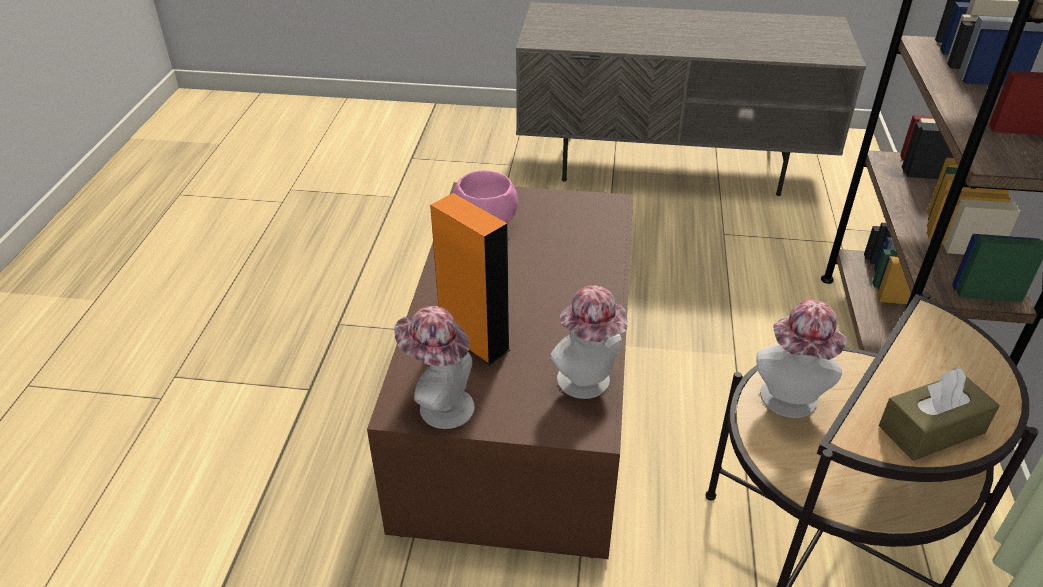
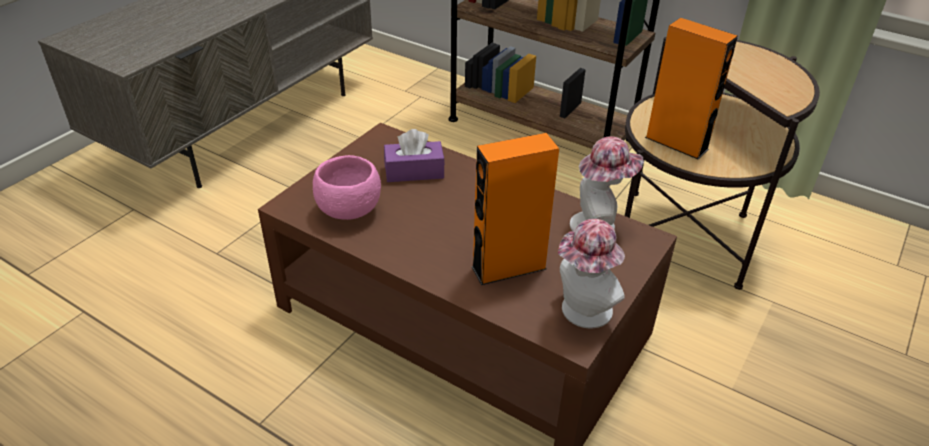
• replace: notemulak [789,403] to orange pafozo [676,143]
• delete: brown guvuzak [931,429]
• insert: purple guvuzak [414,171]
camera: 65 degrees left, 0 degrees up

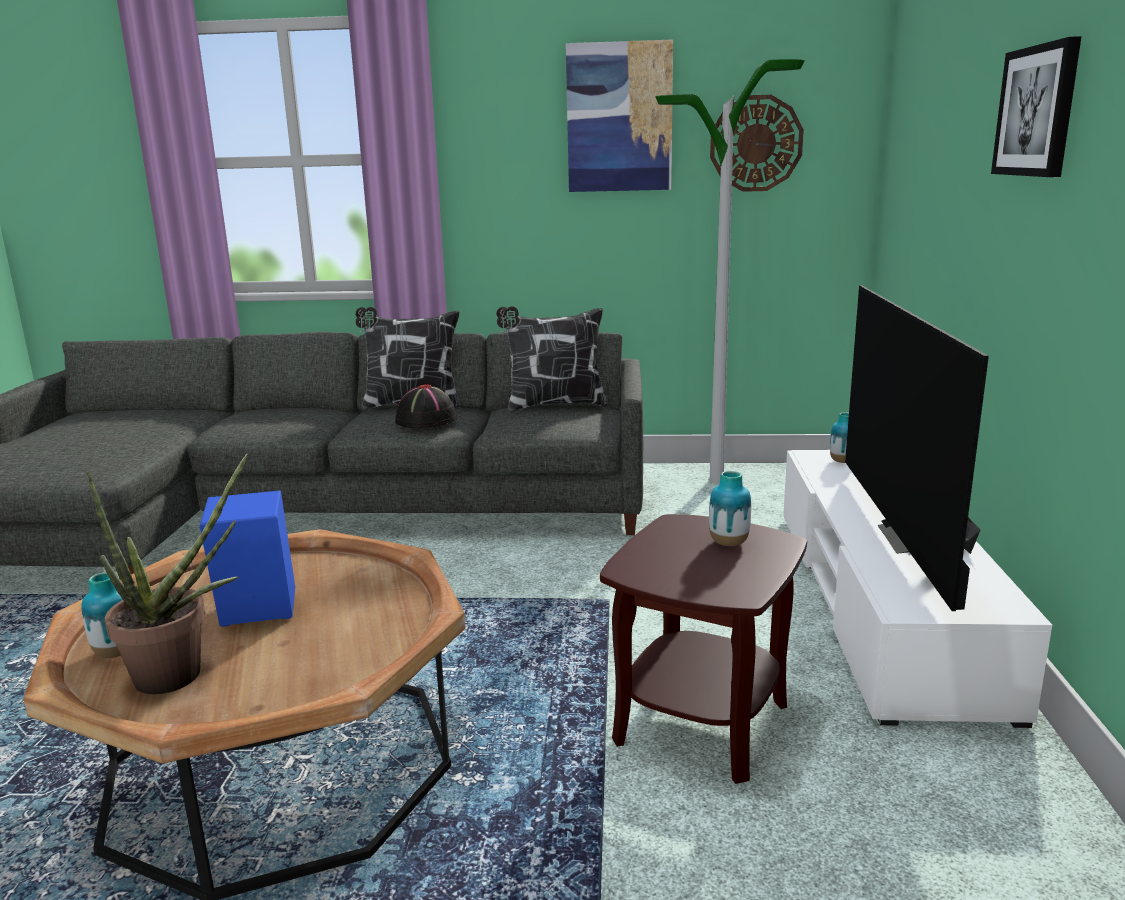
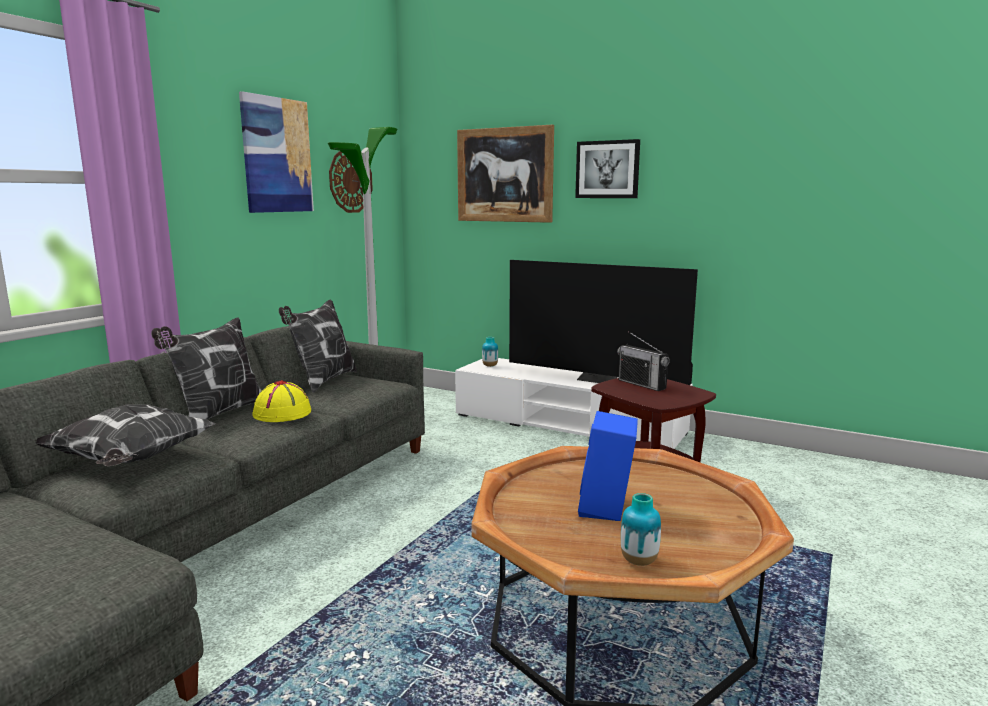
• recolor: black notemulak [425,420] to yellow notemulak [283,414]
• delete: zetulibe [183,676]
• replace: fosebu [728,543] to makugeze [642,384]
• insert: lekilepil [504,175]
• insert: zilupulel [131,461]
camera: 65 degrees left, 5 degrees down

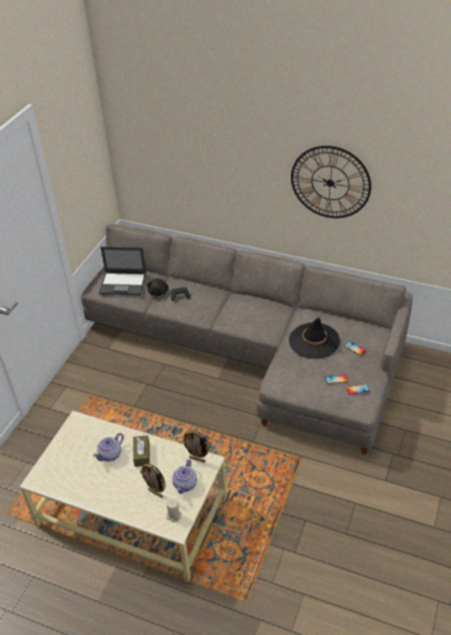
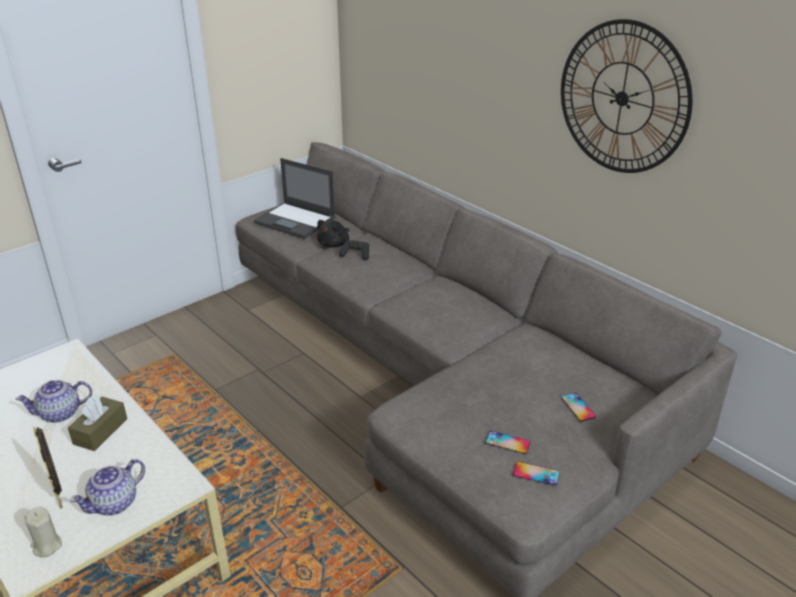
• delete: black notemulak [314,341]
• delete: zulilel [197,459]
camera: 25 degrees right, 10 degrees down

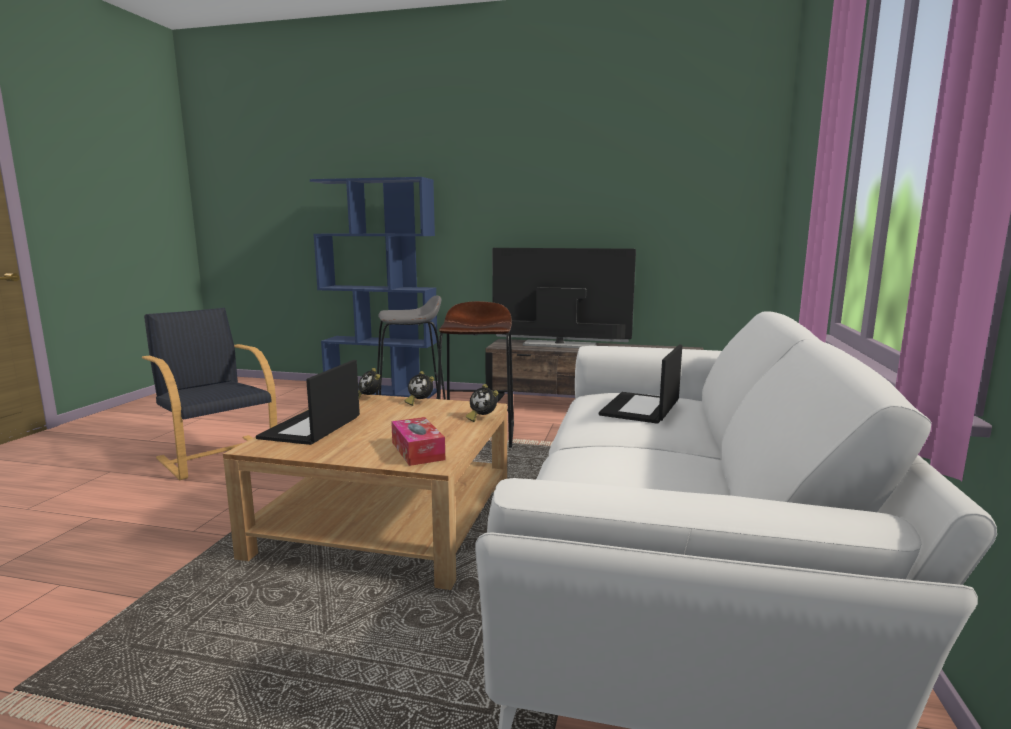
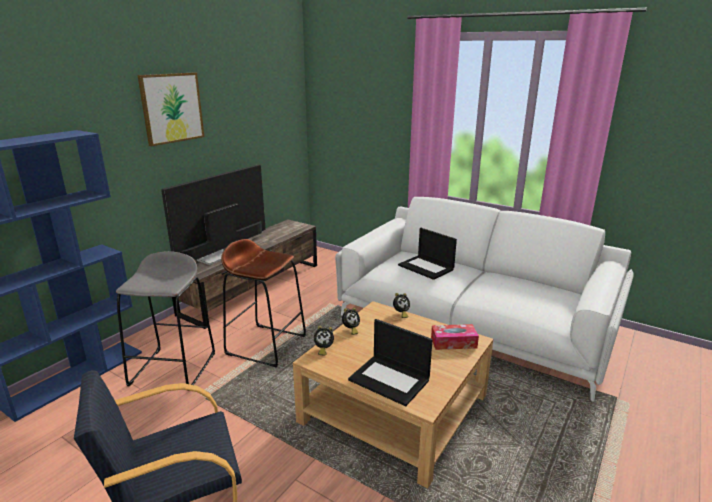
• insert: lekilepil [172,108]
camera: 70 degrees left, 10 degrees up

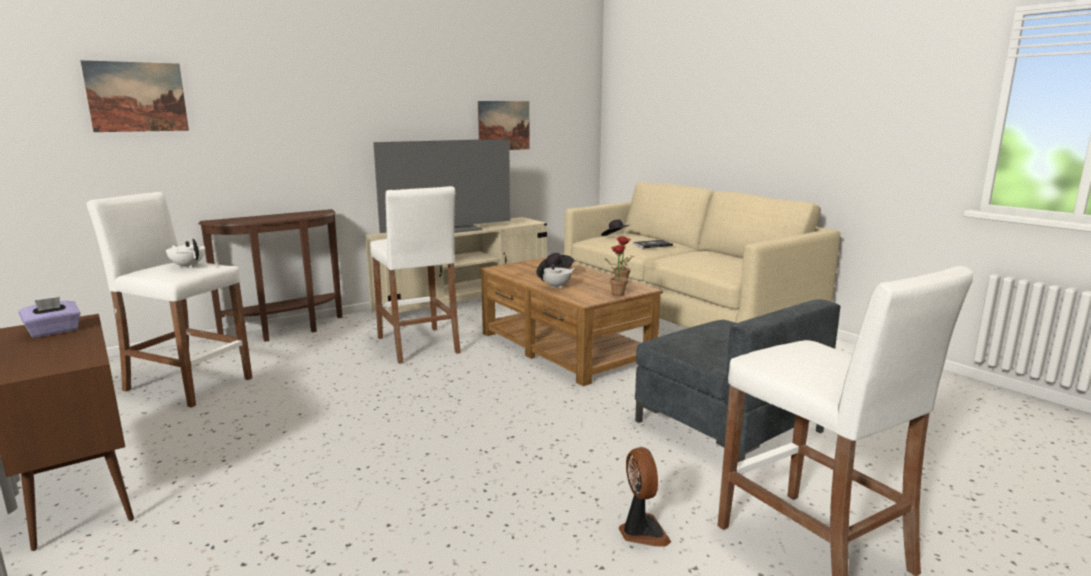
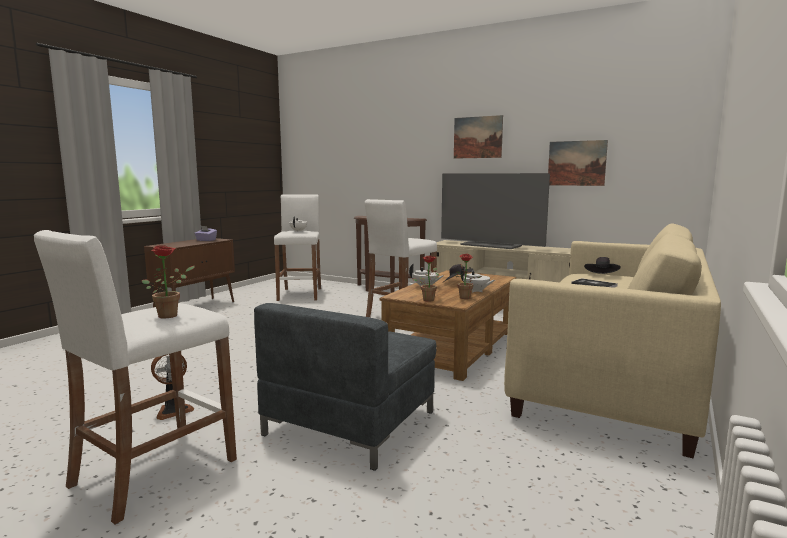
• move: lekilepil [137,97] to [477,137]
• insert: zetulibe [171,315]
• insert: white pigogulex [476,291]
camera: 65 degrees right, 5 degrees down

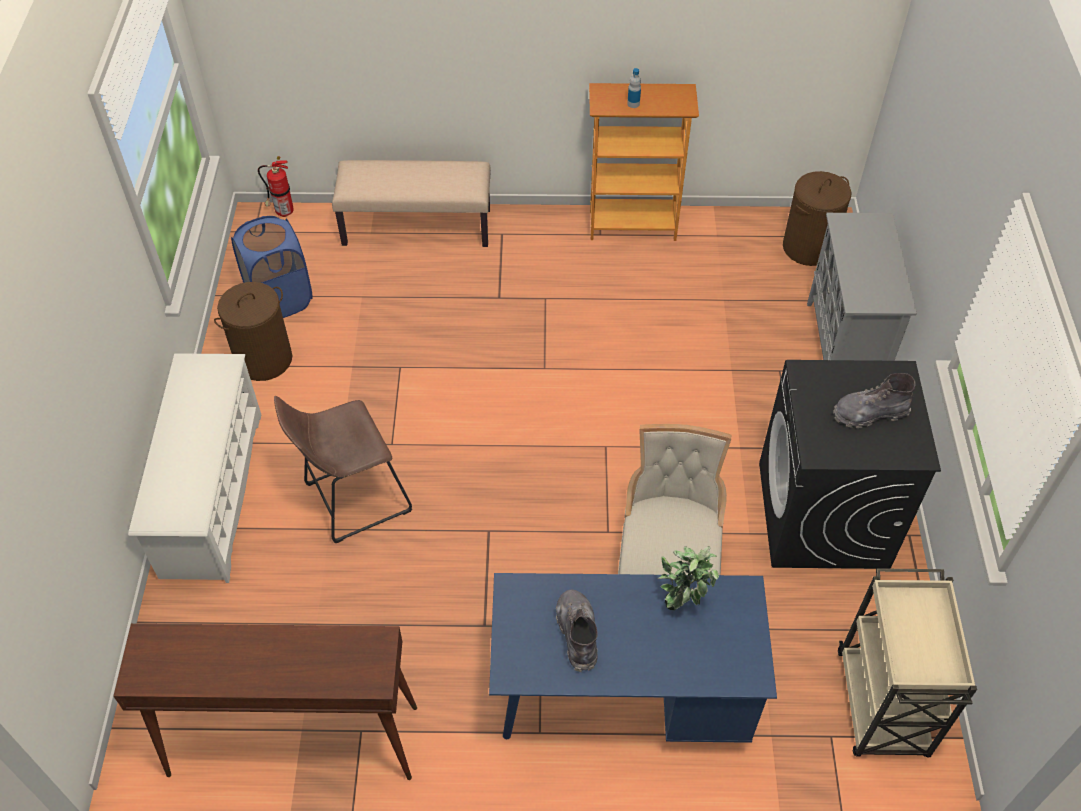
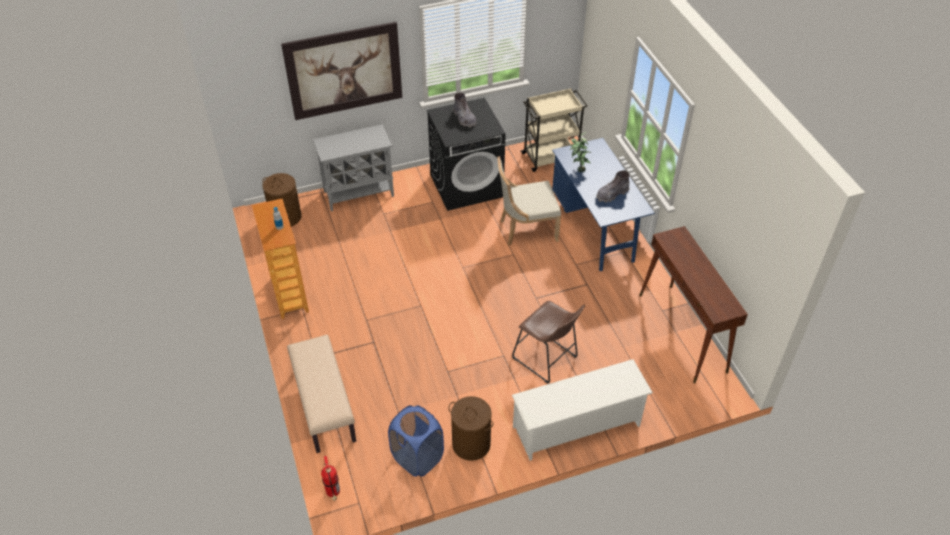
• insert: lekilepil [344,71]
camera: 110 degrees left, 5 degrees down

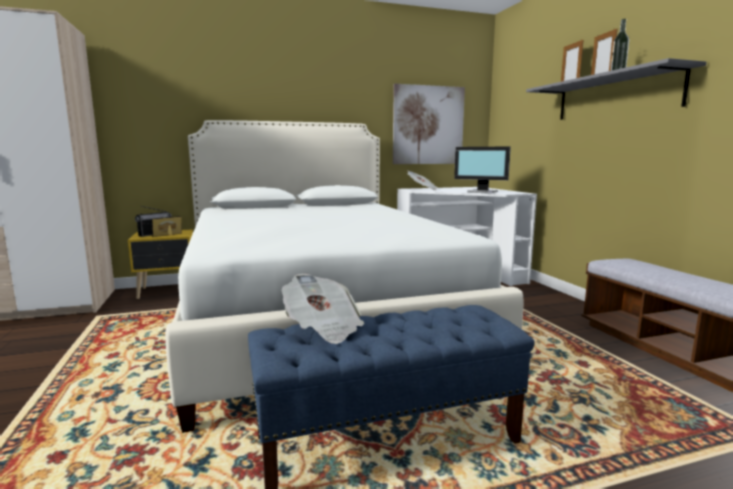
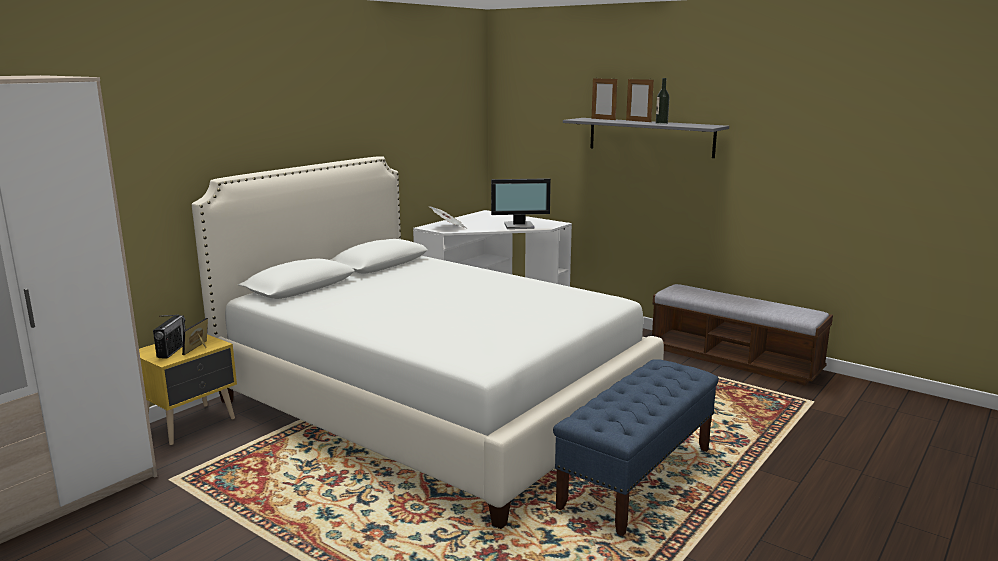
• delete: lekilepil [428,125]
• delete: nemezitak [323,328]
camera: 35 degrees left, 5 degrees up

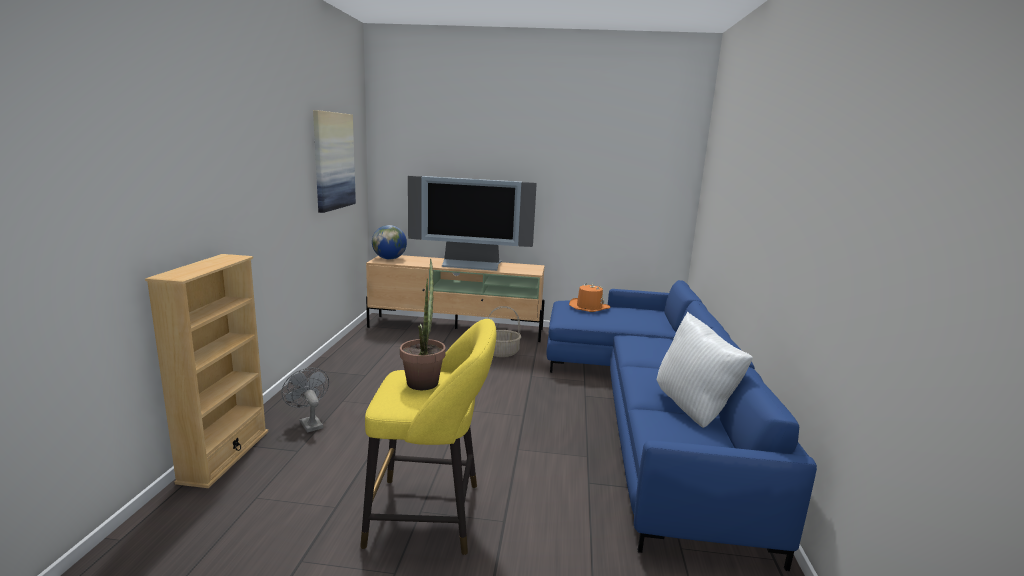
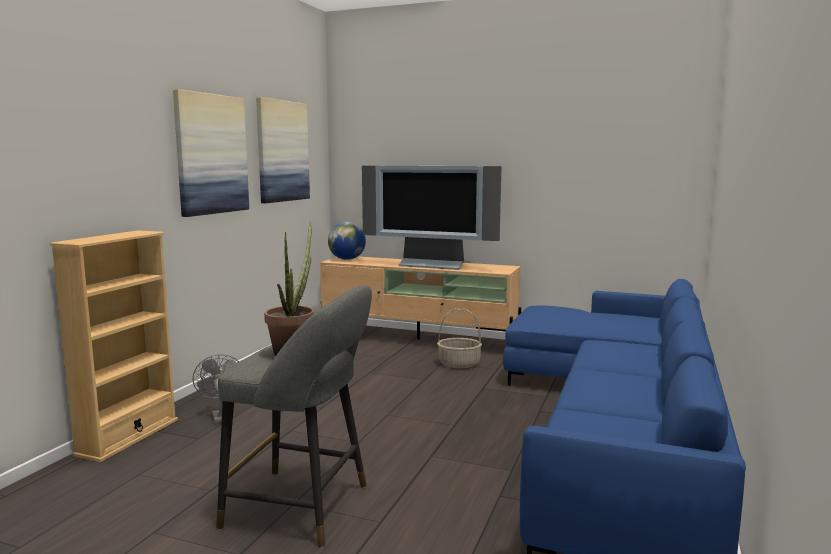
• delete: orange notemulak [589,307]
• delete: white zilupulel [694,410]
• recolor: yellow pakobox [432,515] to grey pakobox [304,507]
• insert: lekilepil [211,154]
camera: 15 degrees right, 5 degrees down

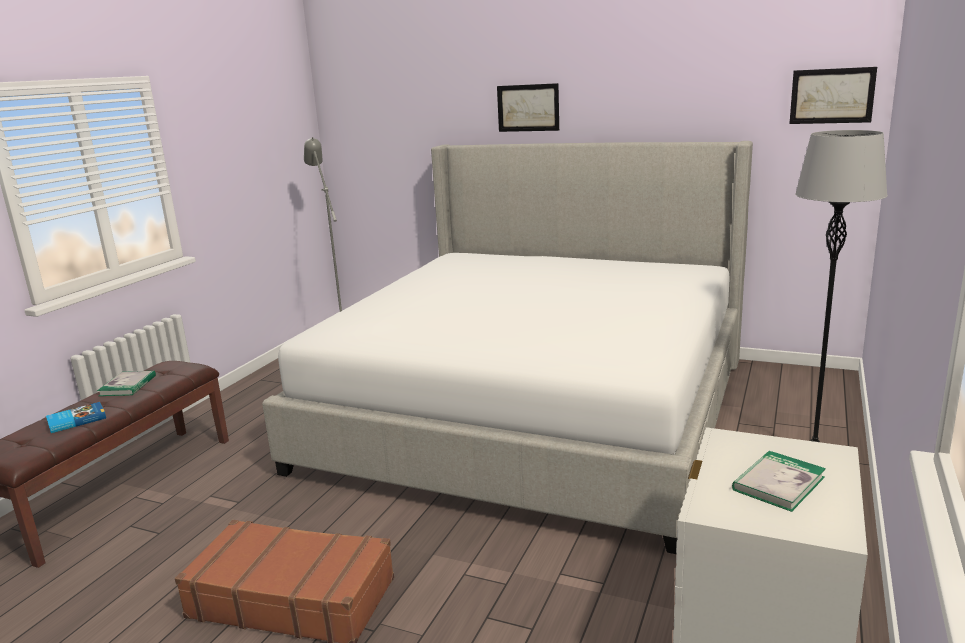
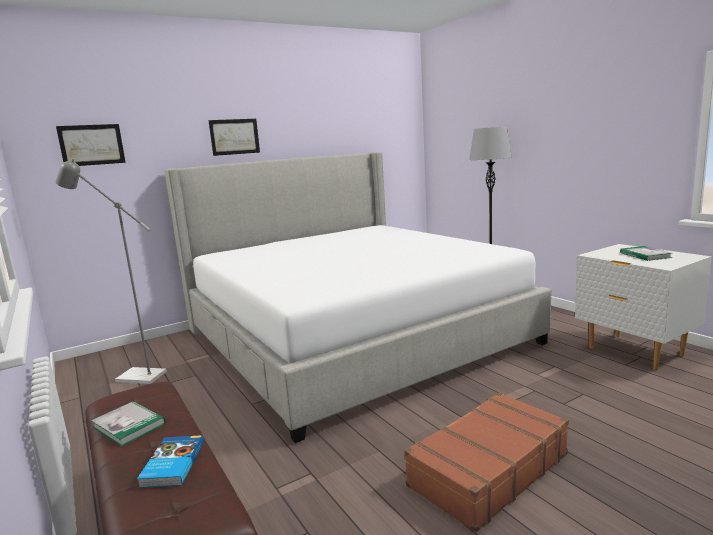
• move: lekilepil [832,96] to [91,145]
camera: 55 degrees left, 5 degrees down

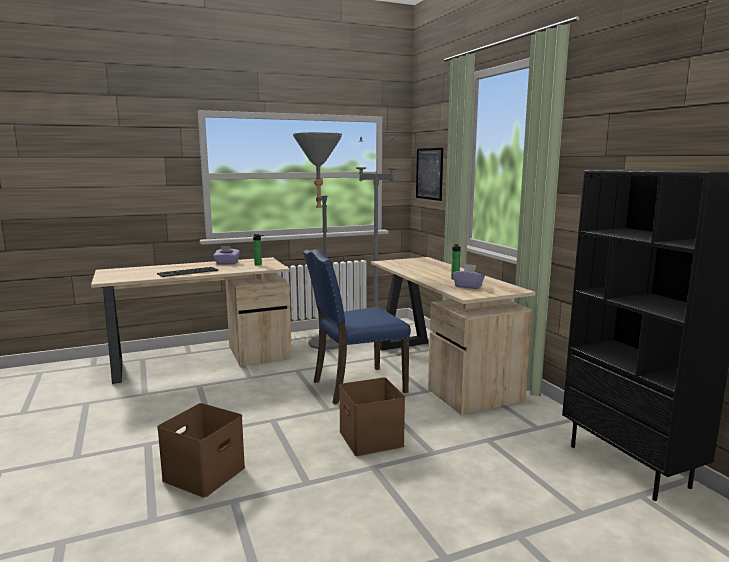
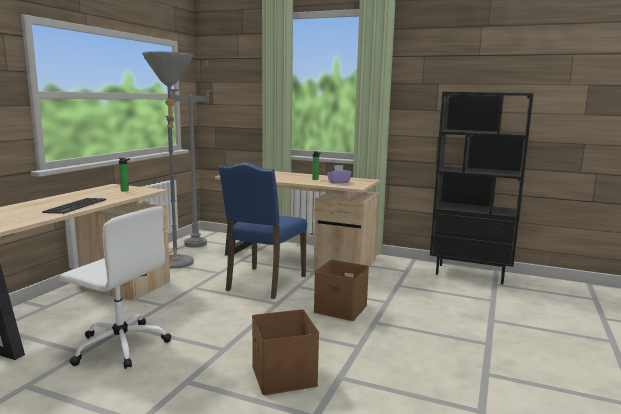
• delete: lekilepil [429,173]
• delete: purple guvuzak [227,263]
• insert: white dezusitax [120,345]
camera: 45 degrees left, 0 degrees up

